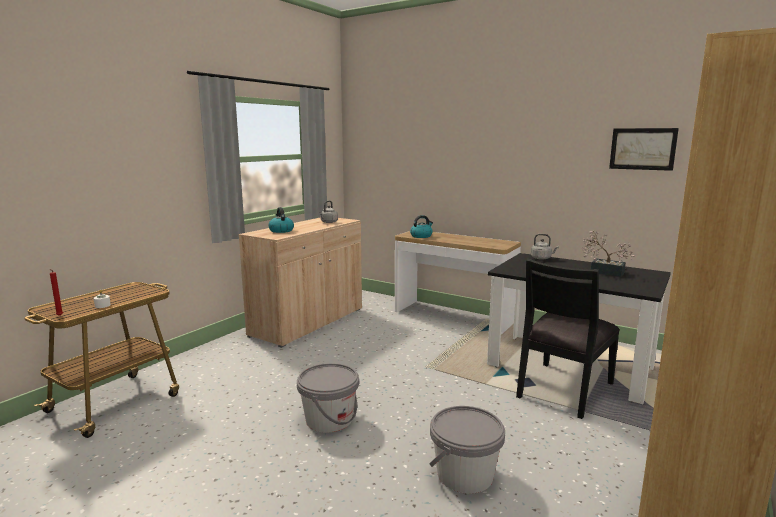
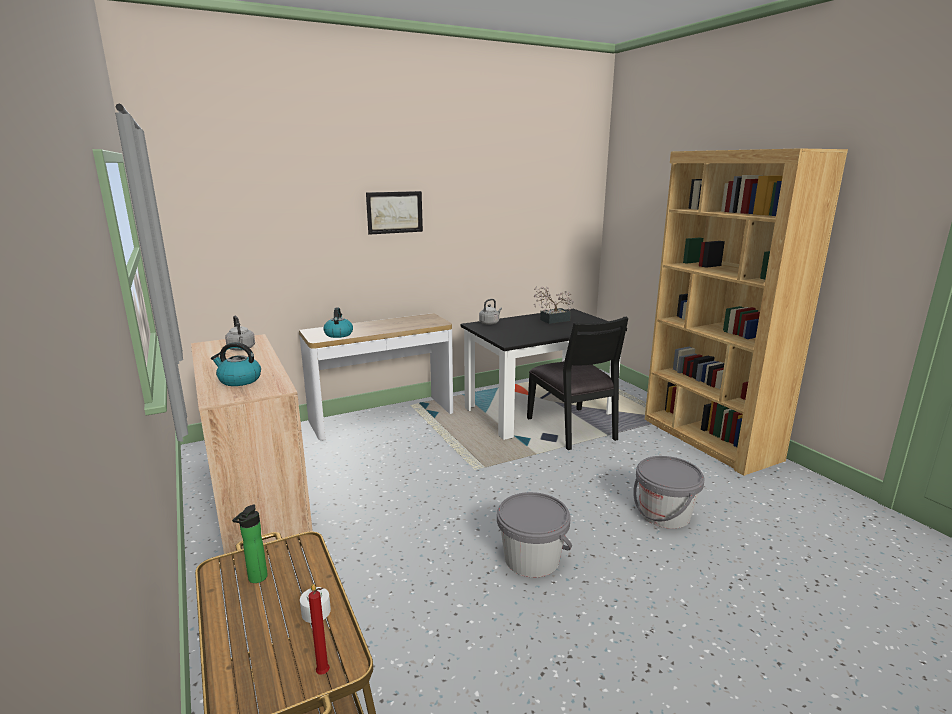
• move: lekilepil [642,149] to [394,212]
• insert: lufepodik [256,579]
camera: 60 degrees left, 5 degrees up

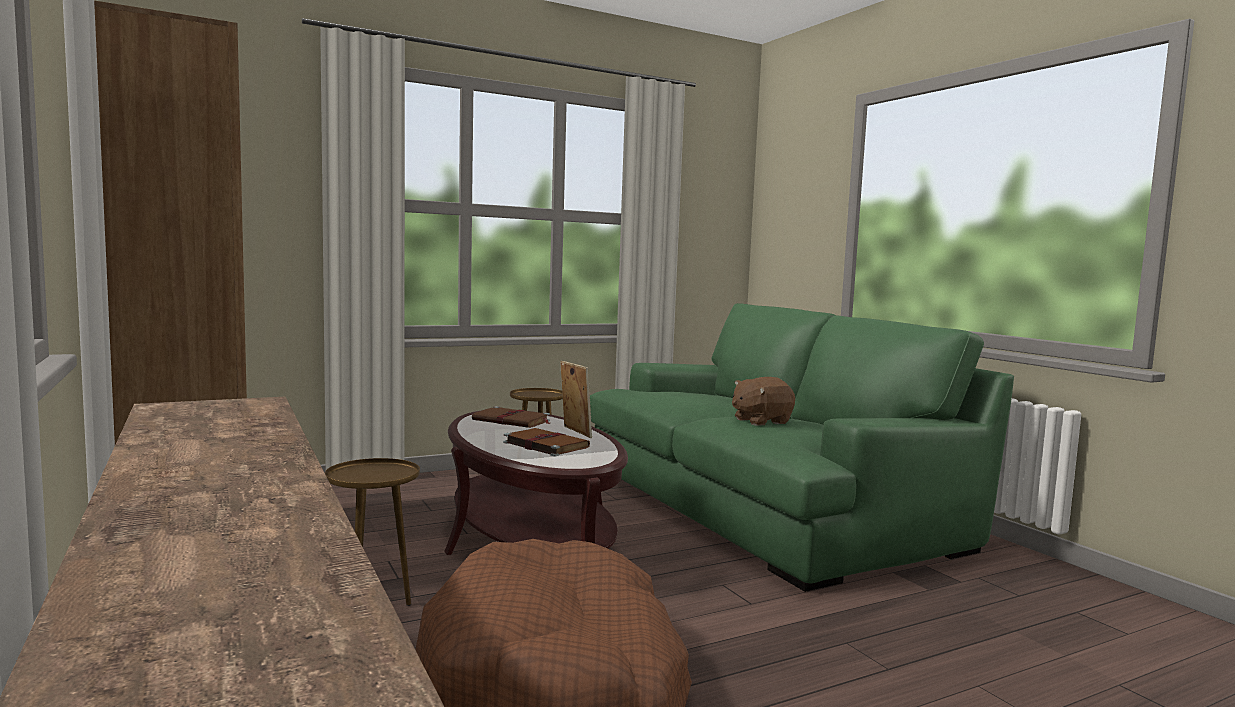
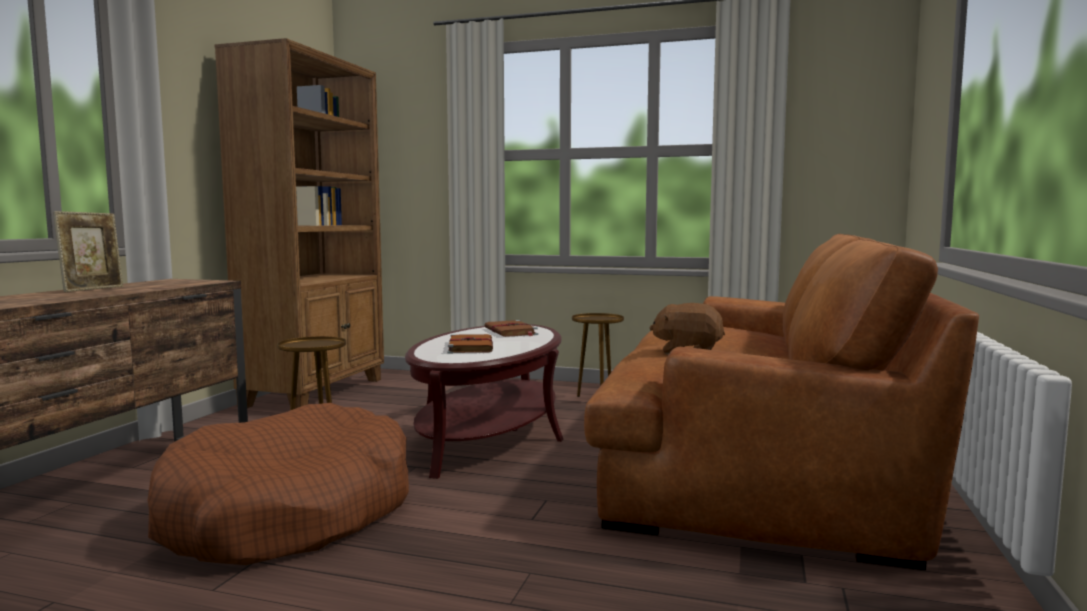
• recolor: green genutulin [765,505] to brown genutulin [759,459]
• move: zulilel [574,432] to [93,289]
camera: 45 degrees right, 0 degrees up

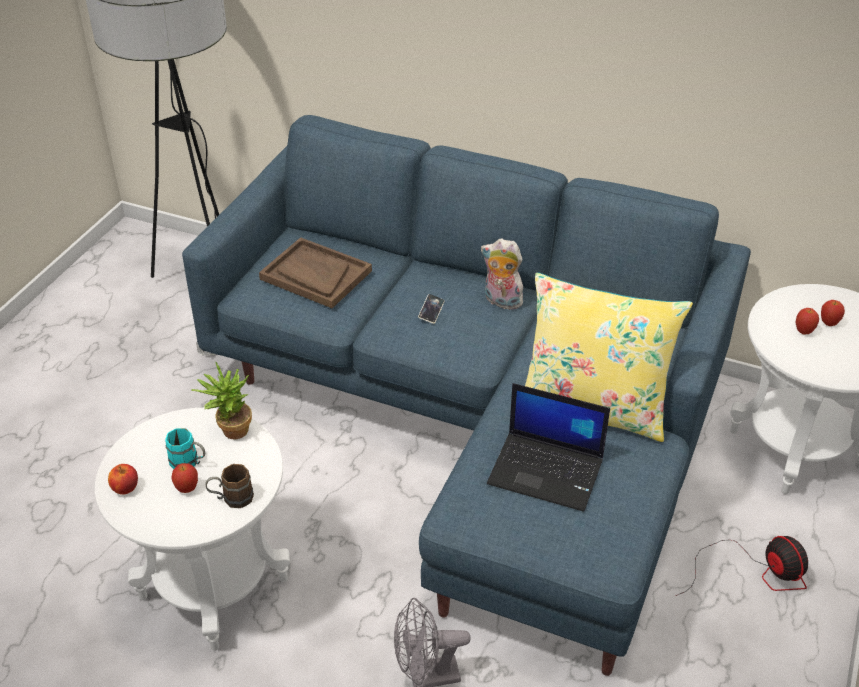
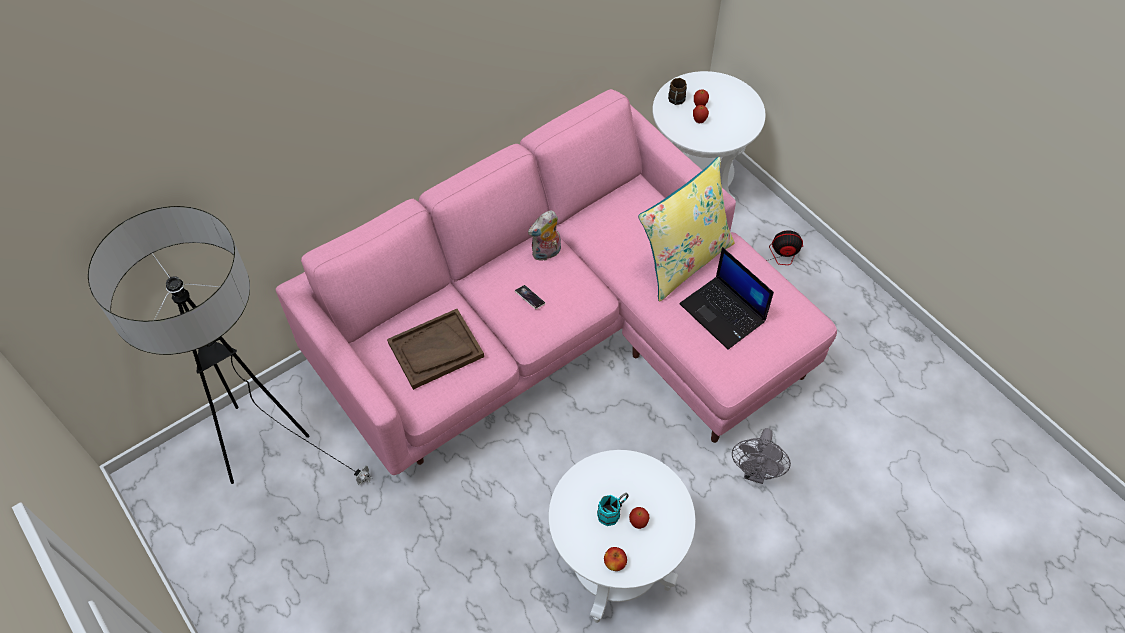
• recolor: blue genutulin [479,421] to pink genutulin [562,335]
• delete: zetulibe [230,431]
• rotate: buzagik [547,471] = [724,313] 90 degrees clockwise
• move: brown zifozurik [231,499] to [676,101]
camera: 60 degrees left, 15 degrees up

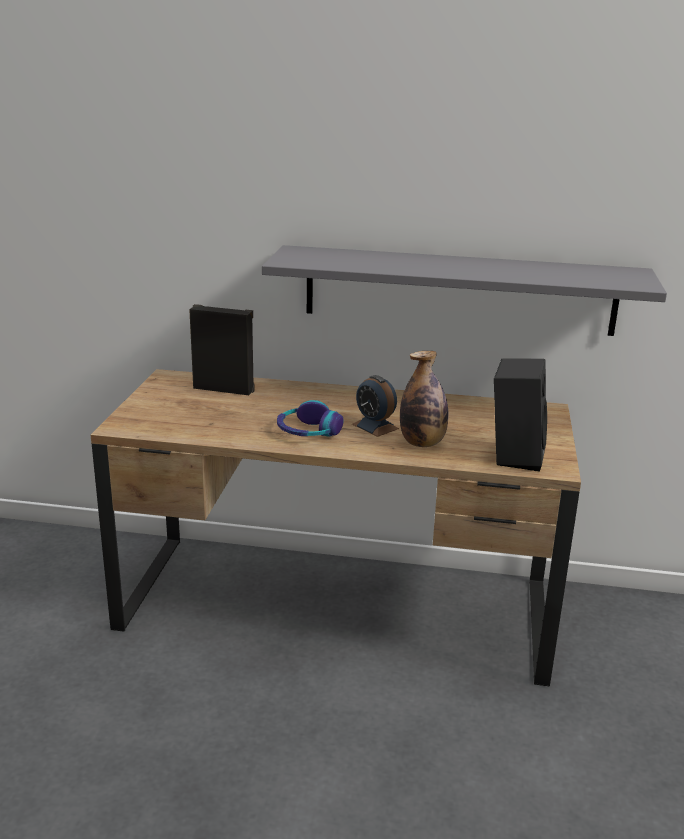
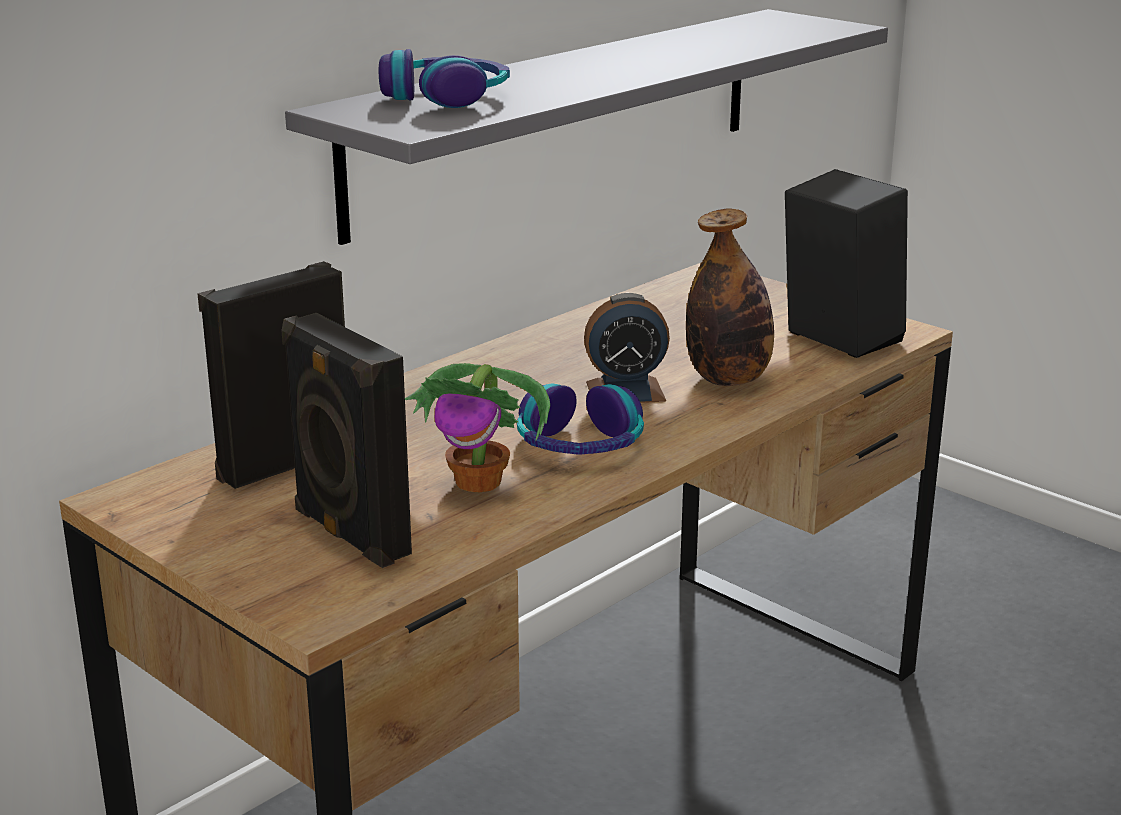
• insert: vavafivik [446,97]
• insert: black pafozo [348,535]
• insert: zetulibe [480,482]
camera: 55 degrees left, 0 degrees up

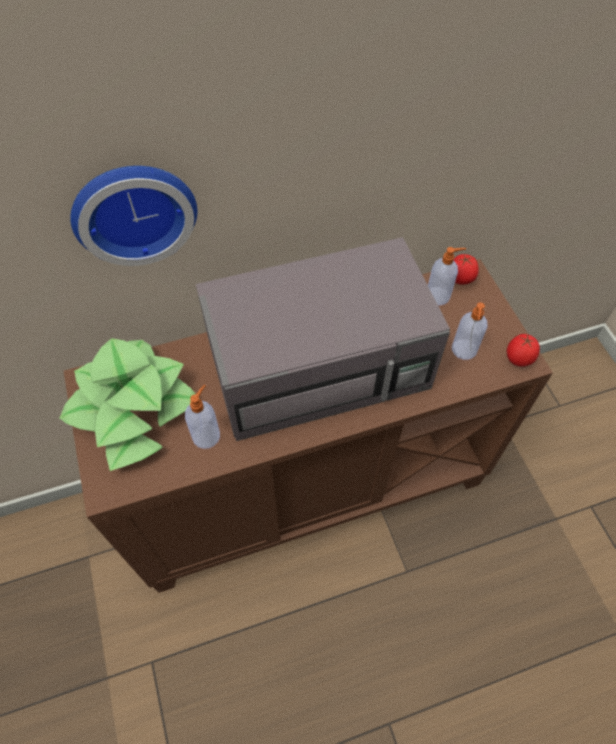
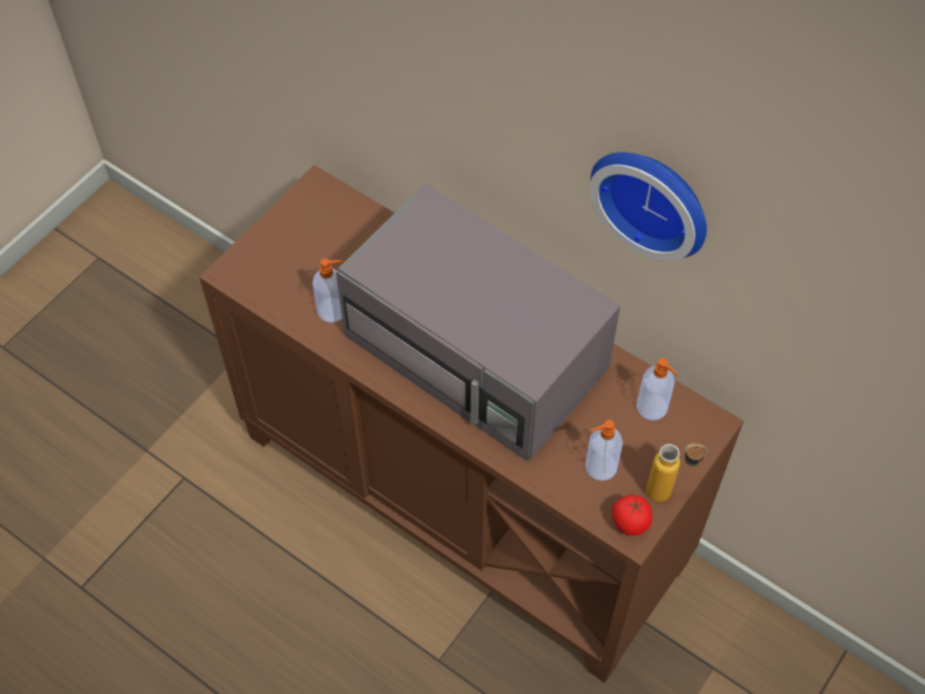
• move: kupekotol [133,209] to [654,198]
• delete: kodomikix [460,279]
• delete: zetulibe [133,408]
• insert: lufepodik [669,492]
camera: 55 degrees right, 0 degrees up

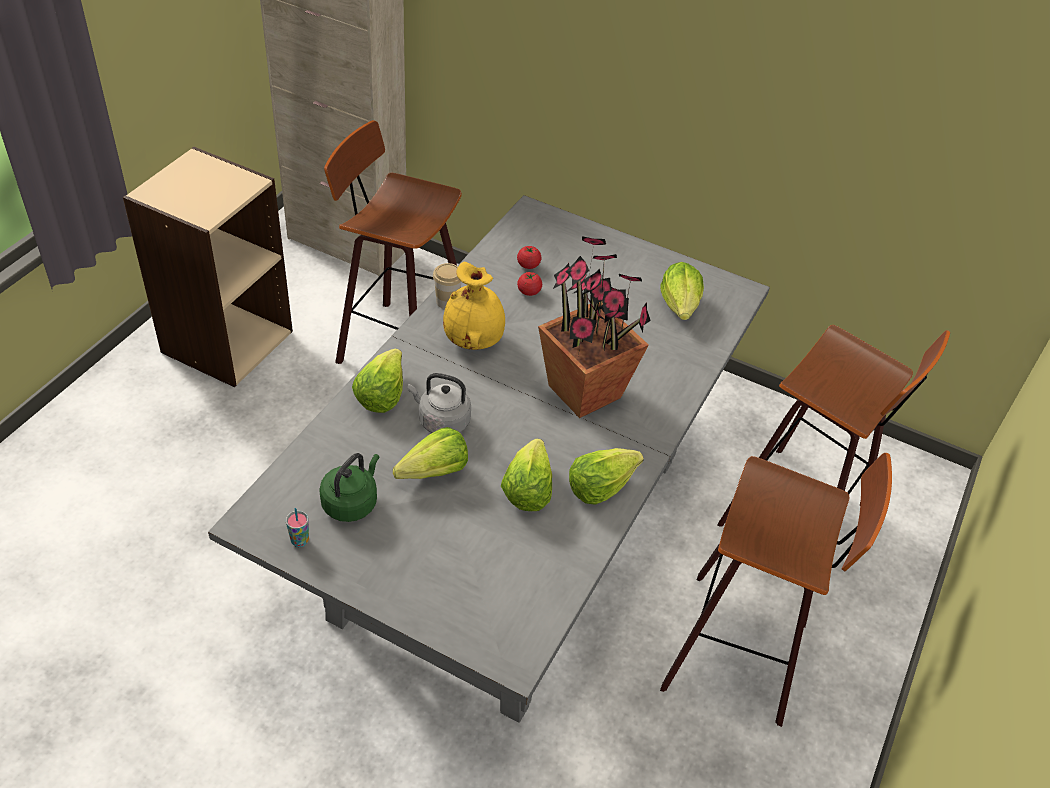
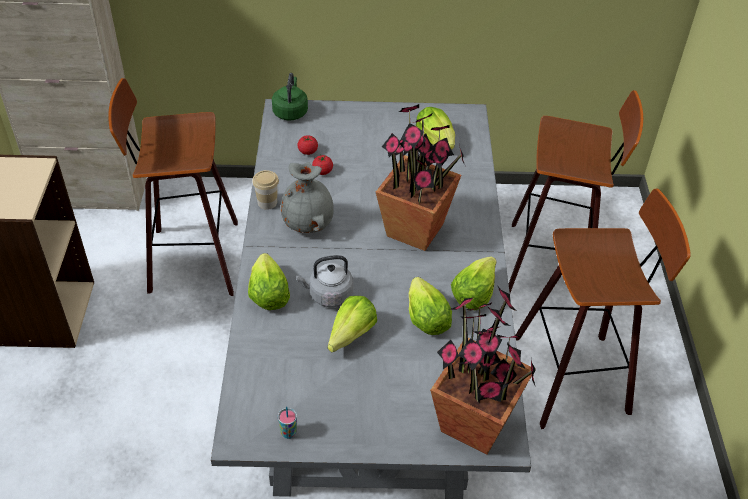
• recolor: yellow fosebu [474,340] to grey fosebu [308,224]
• move: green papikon [351,502] to [290,112]
• insert: zetulibe [475,425]
camera: 25 degrees left, 0 degrees up

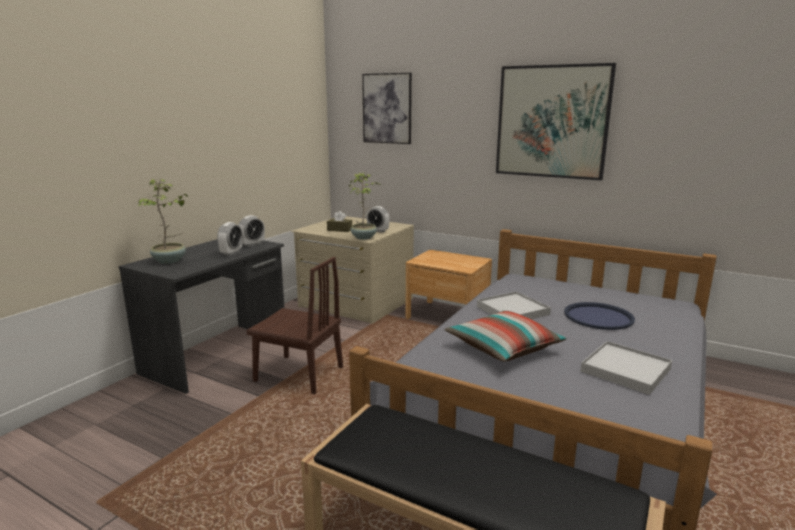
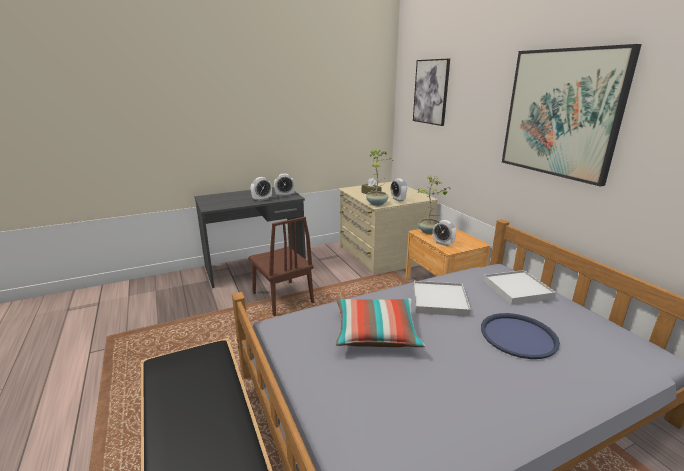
• move: zetulibe [170,261] to [429,232]
• move: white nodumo [625,370] to [517,289]
• insert: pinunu [443,243]
camera: 35 degrees right, 5 degrees up

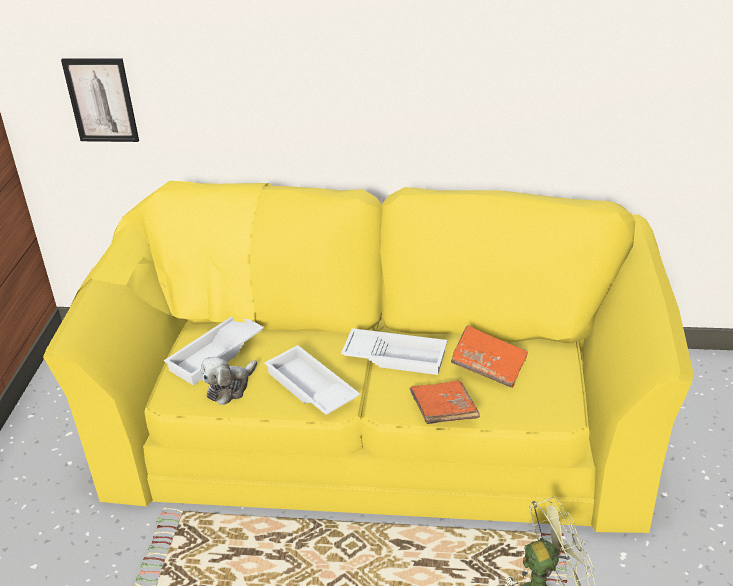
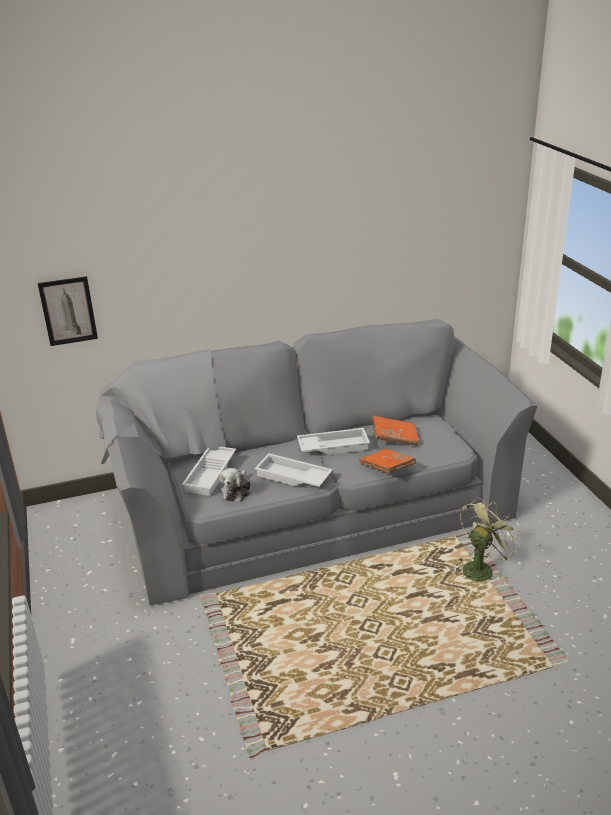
• recolor: yellow genutulin [375,424] to grey genutulin [311,506]
camera: 25 degrees left, 5 degrees down

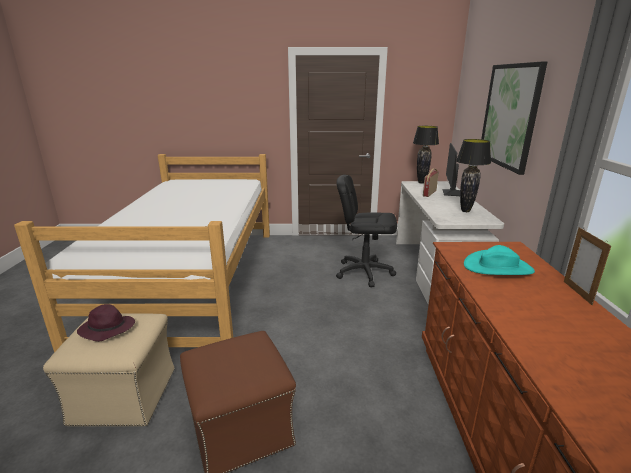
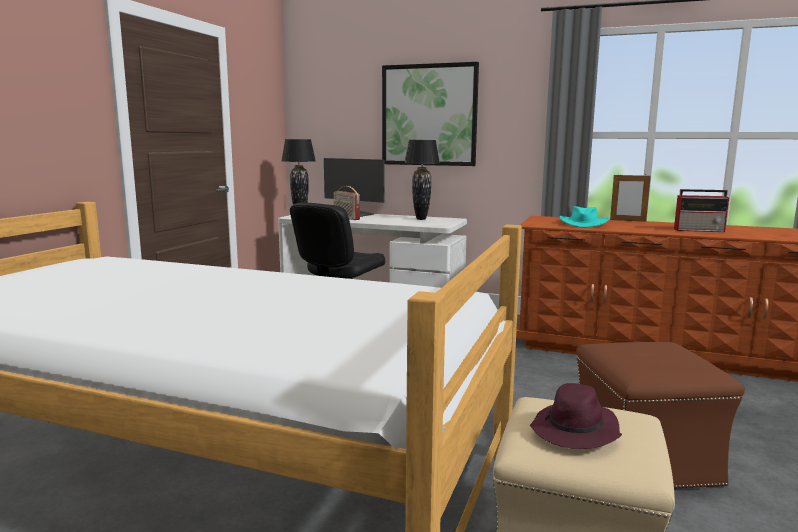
• insert: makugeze [700,230]
camera: 70 degrees left, 10 degrees down

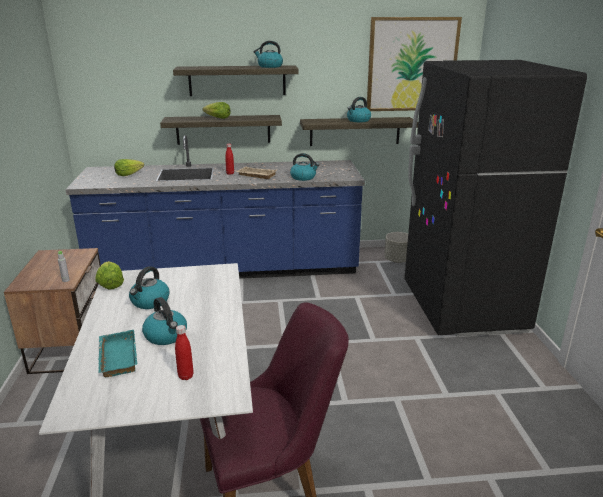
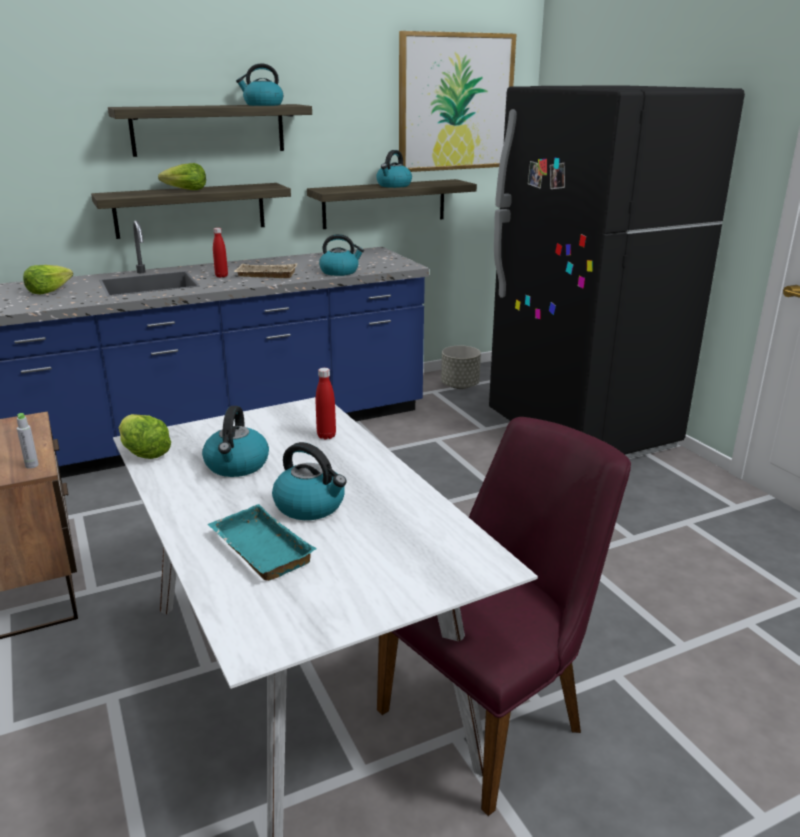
• move: red lufepodik [186,376] to [326,436]
camera: 20 degrees left, 0 degrees up

